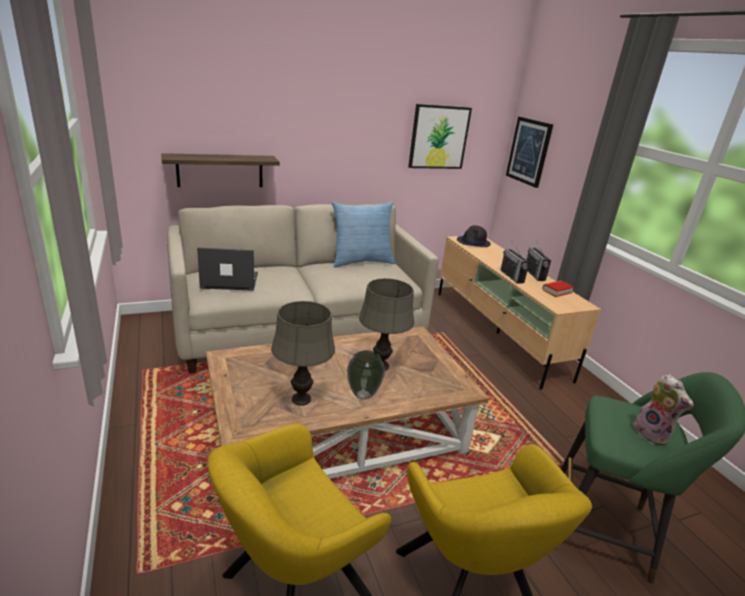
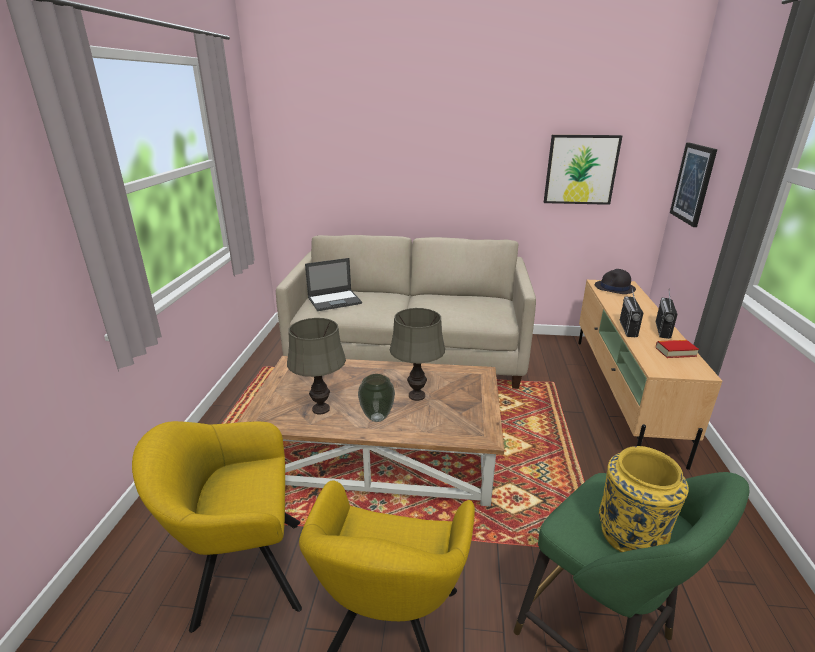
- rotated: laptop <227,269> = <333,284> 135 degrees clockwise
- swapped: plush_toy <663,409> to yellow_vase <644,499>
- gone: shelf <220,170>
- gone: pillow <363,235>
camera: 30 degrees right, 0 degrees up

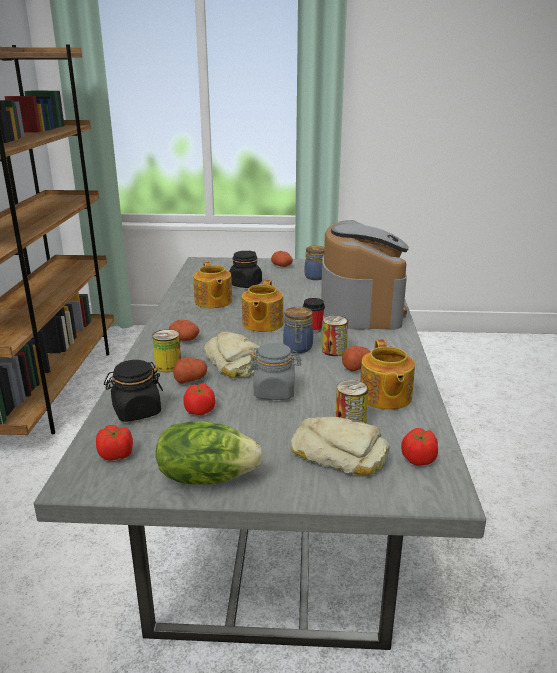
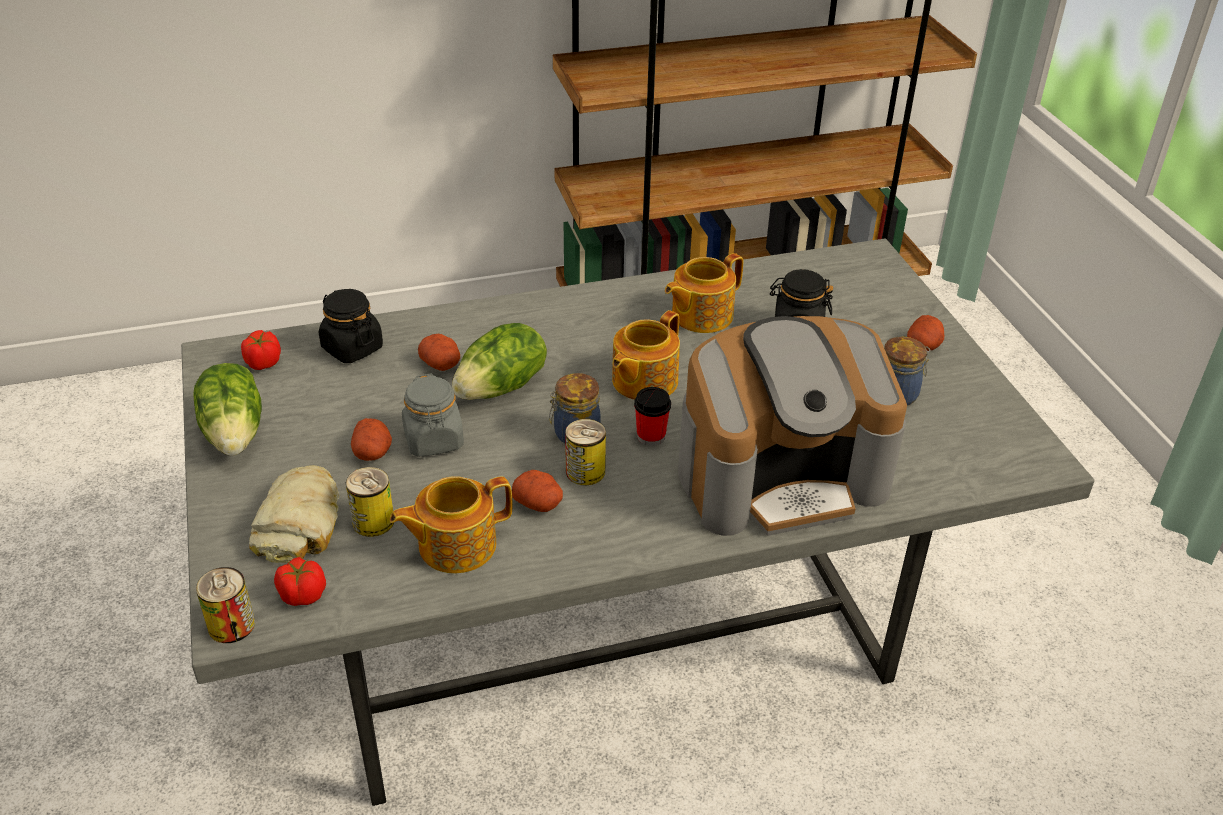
- shifted: can <166,351> to <225,605>
- shifted: potato <184,330> to <371,439>
- swapped: bread <231,355> to lettuce <499,361>
- rotated: teapot <262,306> = <646,355> 45 degrees counterclockwise
- gone: tomato <199,399>
camera: 70 degrees right, 15 degrees up

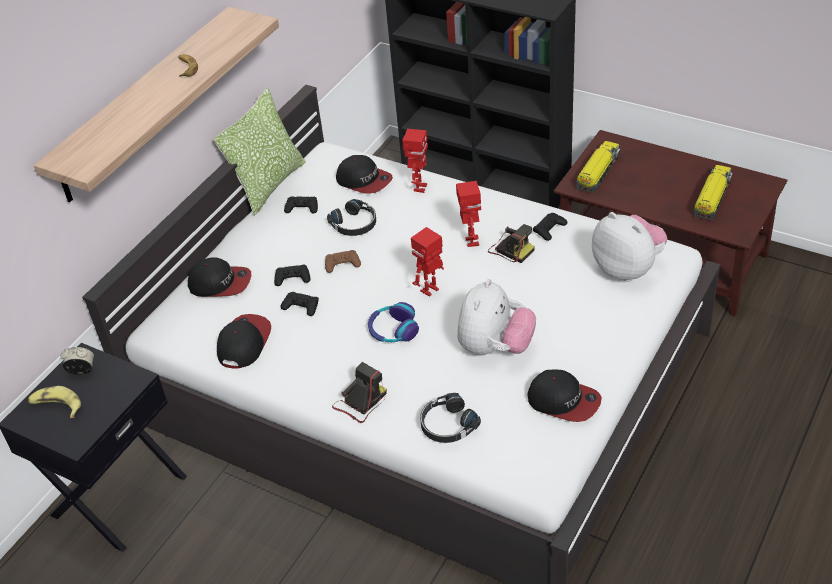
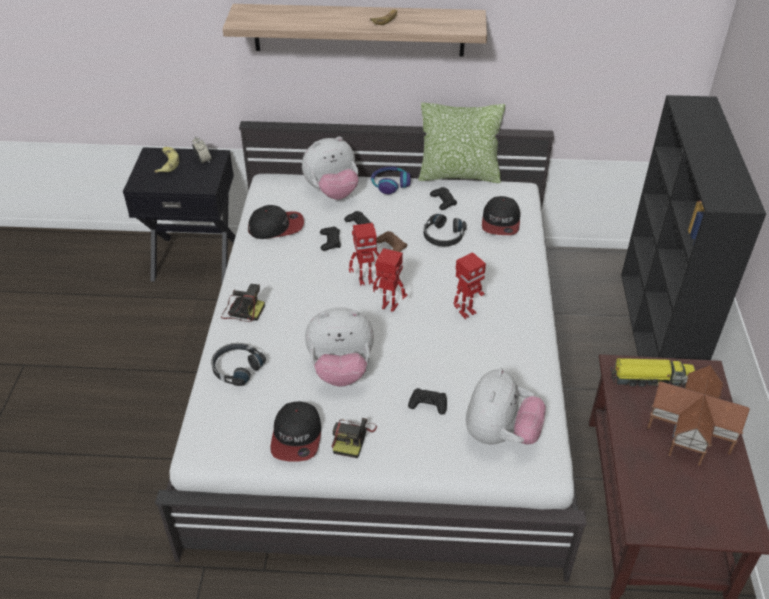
- swapped: cap <219,277> to plush_toy <330,168>
- shifted: photo_camera <511,243> to <354,438>
- shifted: toy_robot <415,161> to <364,254>
- shifted: headphones <393,322> to <391,180>
- shifted: black_game_controller <550,227> to <427,401>
- new: toy_house <698,415>
- gone: toy_truck <713,192>
camera: 60 degrees right, 0 degrees up

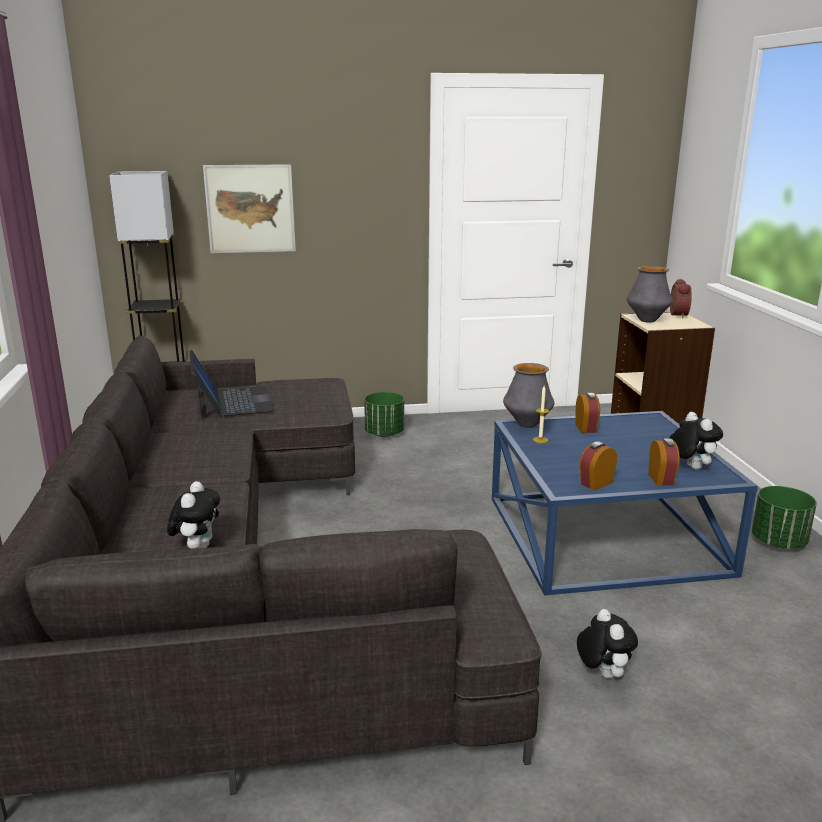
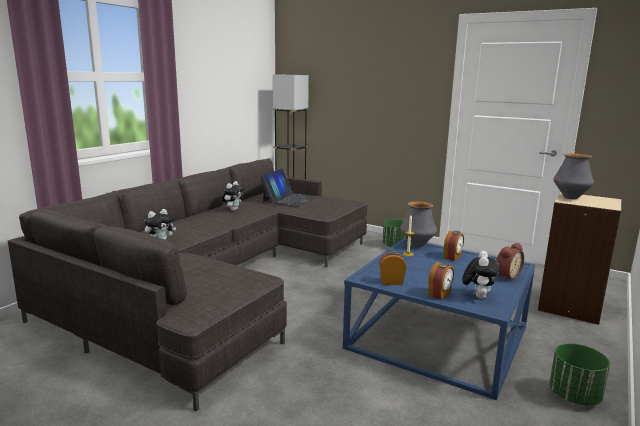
- shifted: plush_toy <607,644> to <232,196>
- shifted: alarm_clock <681,298> to <510,262>
- gone: picture <249,208>
camera: 40 degrees right, 5 degrees down

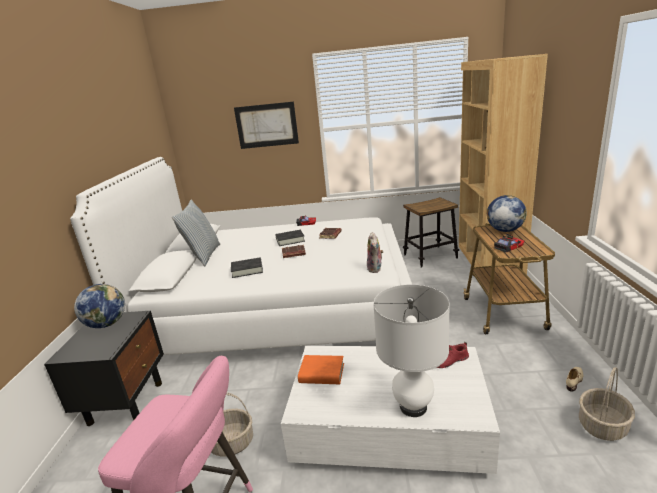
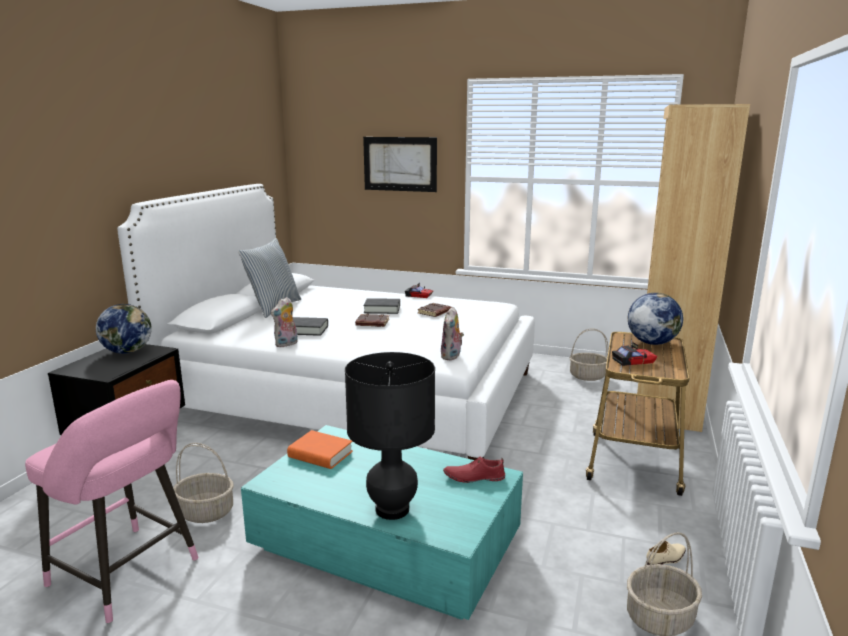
- repainted: white_coffee_table <390,410> to turquoise_coffee_table <382,522>
- new: plush_toy <284,322>
- repainted: white_table_lamp <411,350> to black_table_lamp <390,436>
- swapped: stool <431,232> to basket <589,354>
camera: 15 degrees right, 5 degrees down

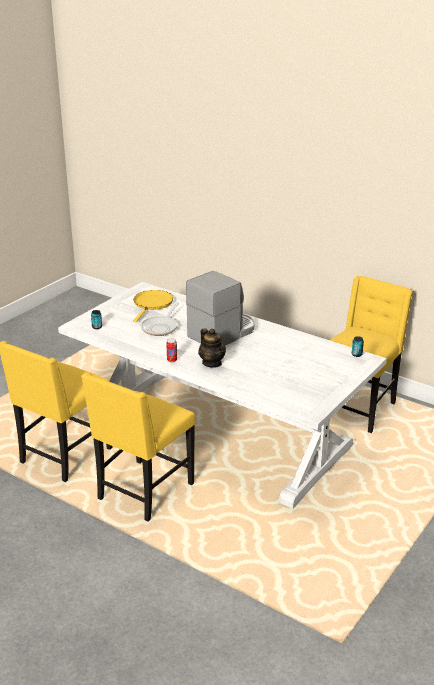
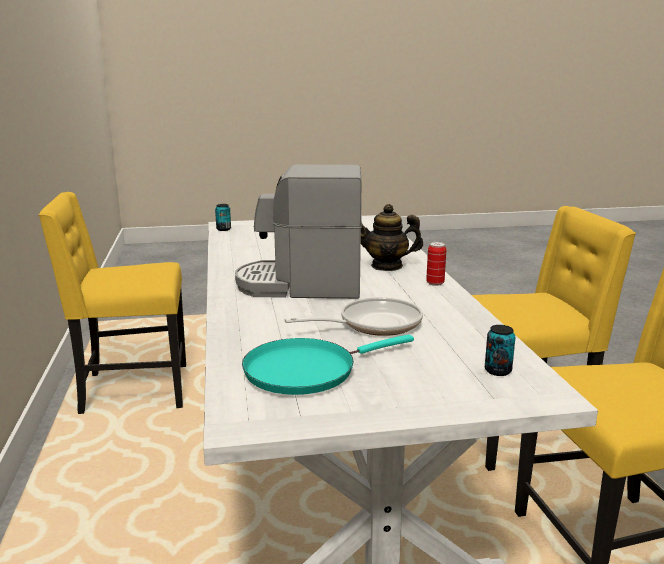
- repainted: yellow_frying_pan <153,306> to turquoise_frying_pan <328,364>
- rotated: teapot <212,348> = <392,237> 105 degrees counterclockwise
camera: 135 degrees left, 10 degrees down

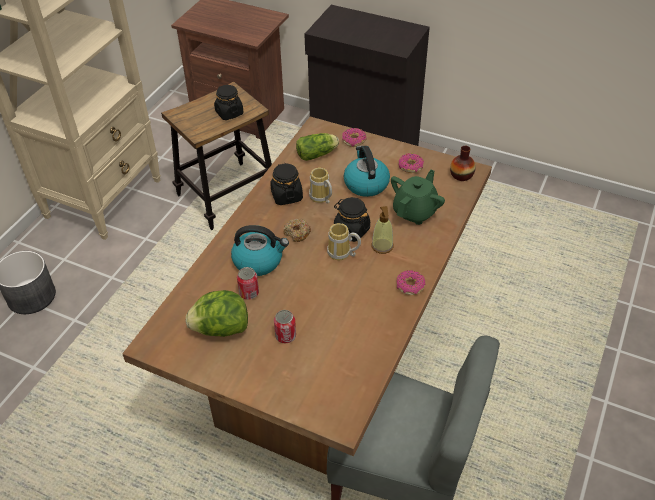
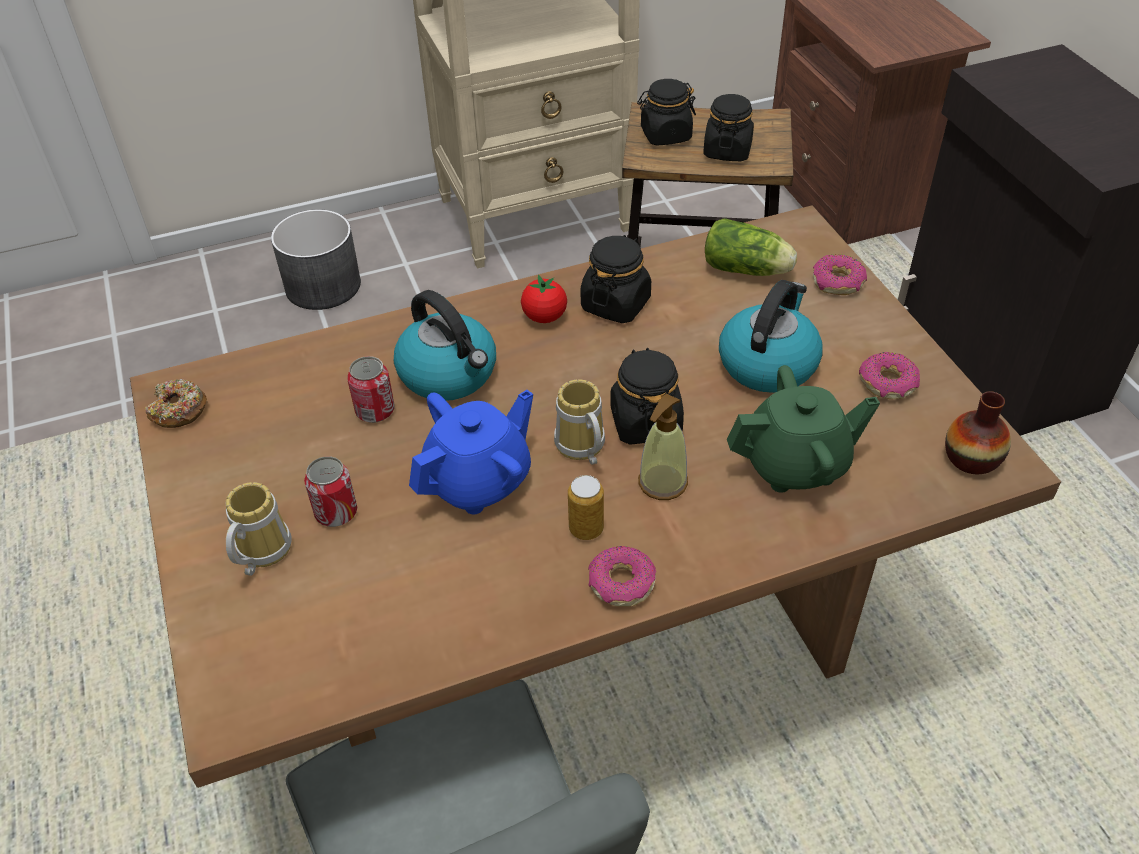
- shifted: donut <297,230> to <176,403>
- shifted: mug <320,186> to <259,529>
- new: blue_teapot <471,452>
- new: tomato <544,299>
- new: can <586,507>
- new: black_jar <666,112>
- gone: lettuce <217,313>
camera: 45 degrees right, 0 degrees up

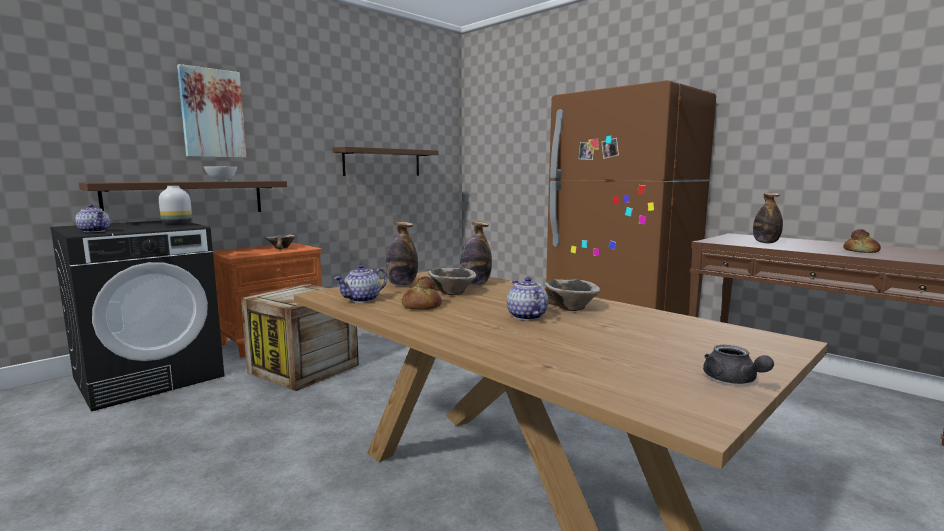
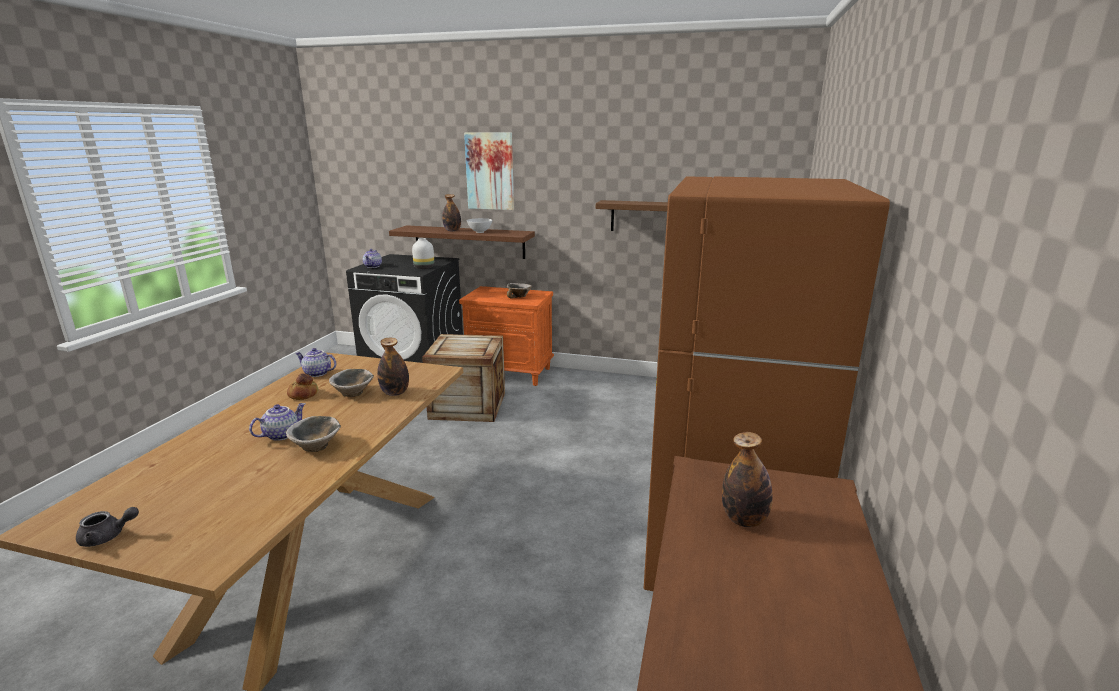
- rotated: grey_teapot <738,364> = <107,527> 150 degrees counterclockwise
- shifted: bottle <402,254> to <451,213>
- gone: bread <862,241>
camera: 60 degrees right, 10 degrees up

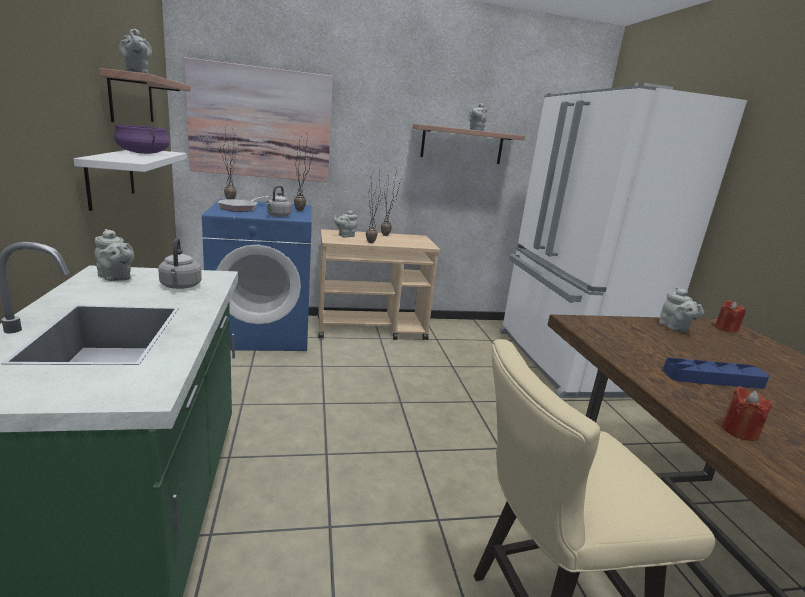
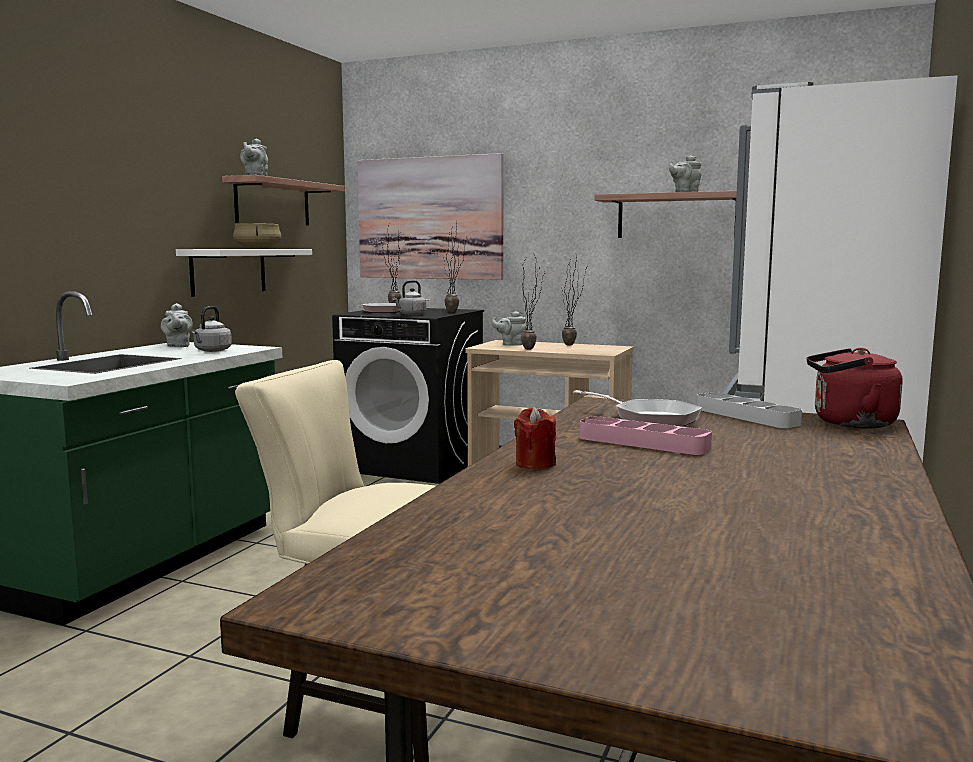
- repainted: purple_cooking_pot <142,139> to beige_cooking_pot <257,236>
- repainted: blue_washing_machine <257,275> to black_washing_machine <408,396>
- new: frying_pan <637,408>
- repainted: blue_tray <716,373> to pink_tray <646,435>
- swapped: grey_teapot <681,309> to grey_tray <749,410>
- swapped: red_candle <730,316> to red_kettle <854,388>
camera: 35 degrees right, 10 degrees down

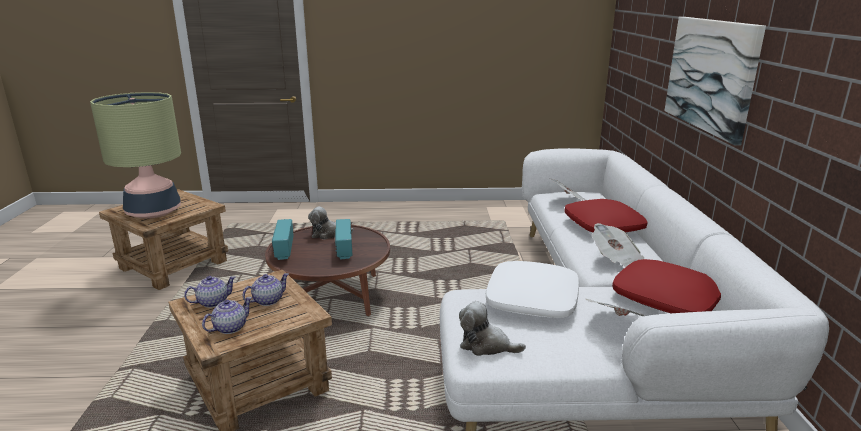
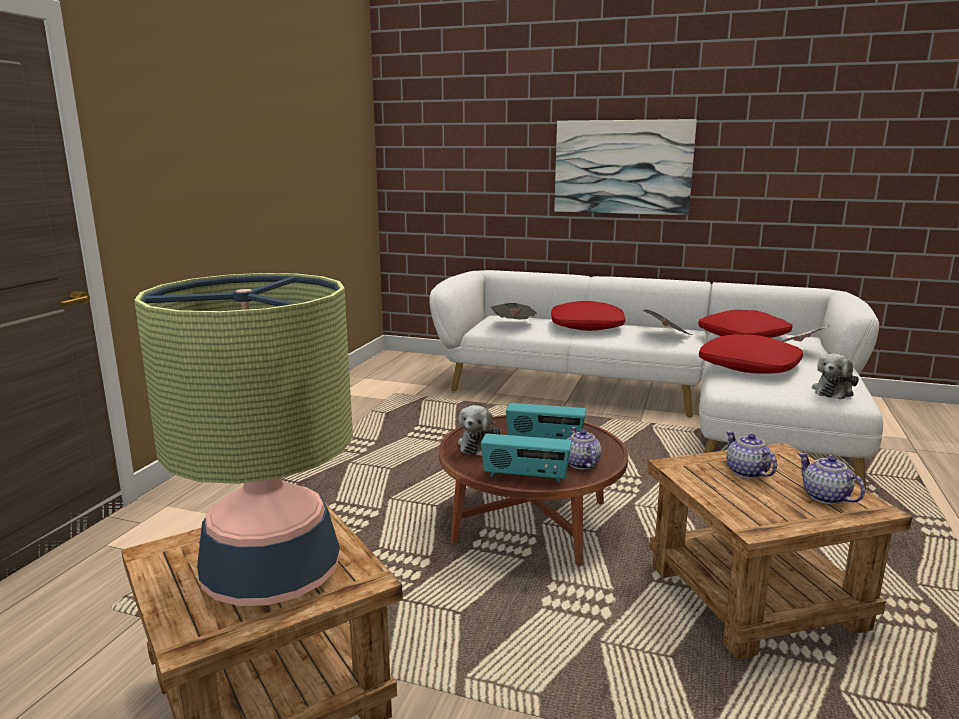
- shifted: teapot <210,292> to <584,448>
- repainted: white_pillow <532,289> to red_pillow <751,354>
camera: 70 degrees left, 5 degrees down

